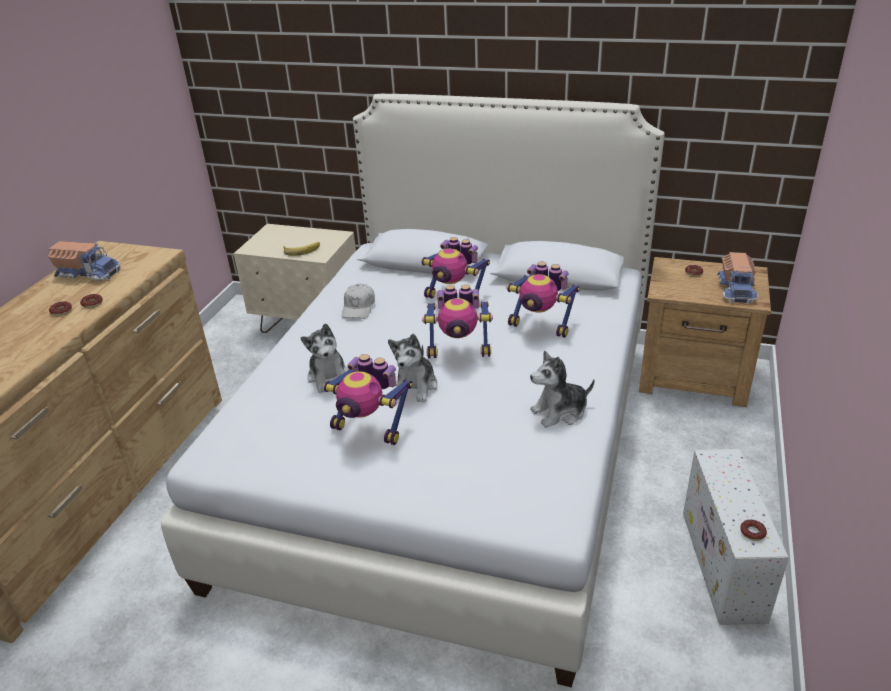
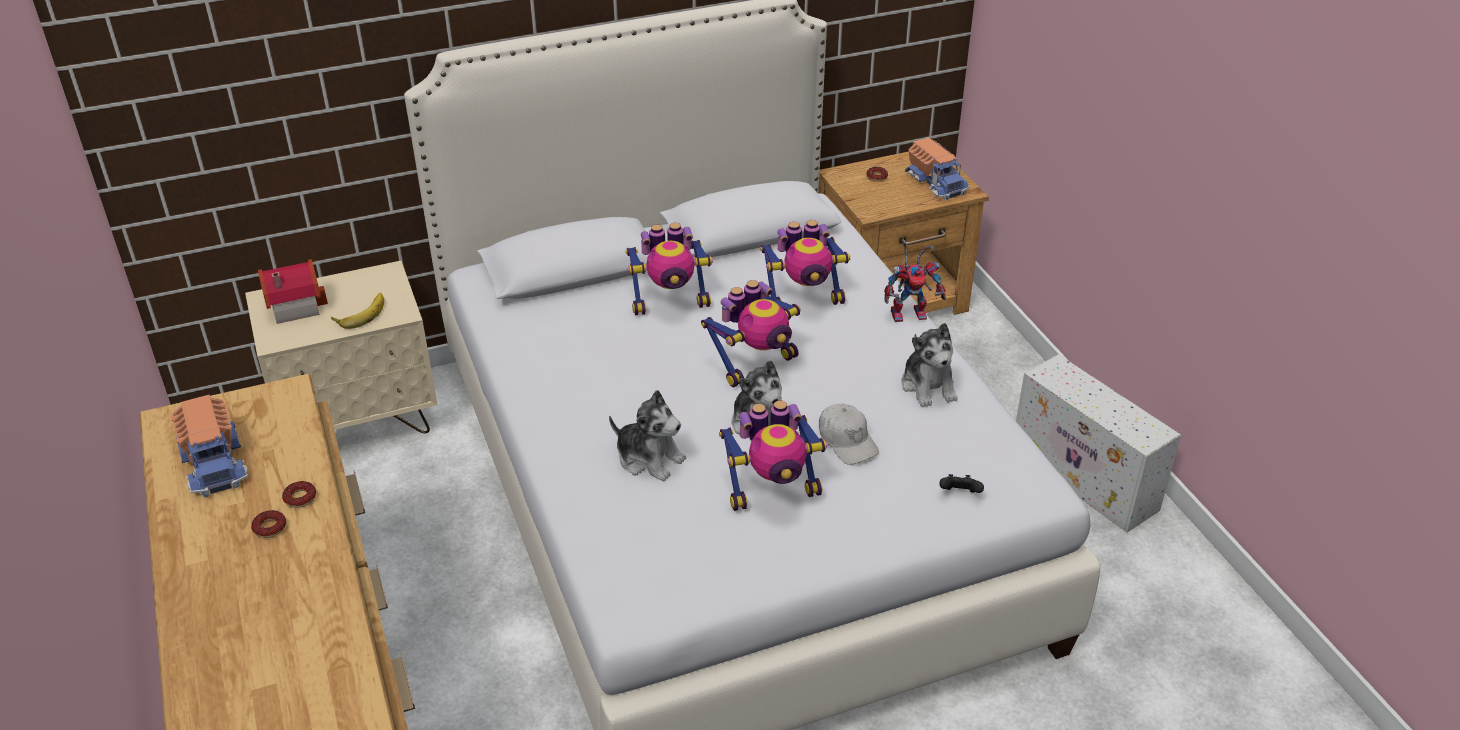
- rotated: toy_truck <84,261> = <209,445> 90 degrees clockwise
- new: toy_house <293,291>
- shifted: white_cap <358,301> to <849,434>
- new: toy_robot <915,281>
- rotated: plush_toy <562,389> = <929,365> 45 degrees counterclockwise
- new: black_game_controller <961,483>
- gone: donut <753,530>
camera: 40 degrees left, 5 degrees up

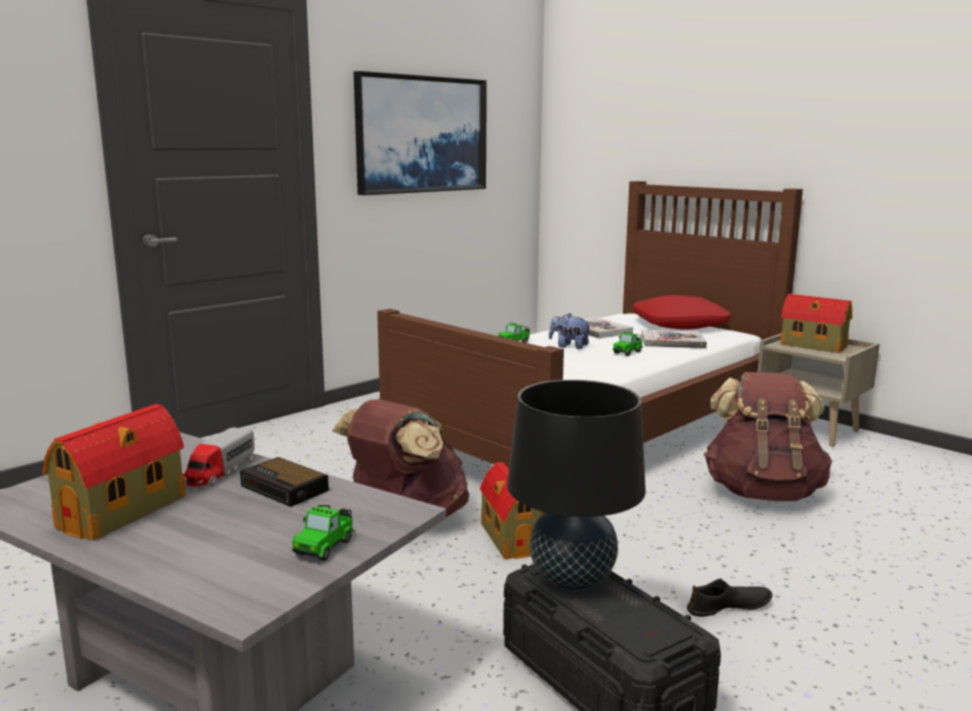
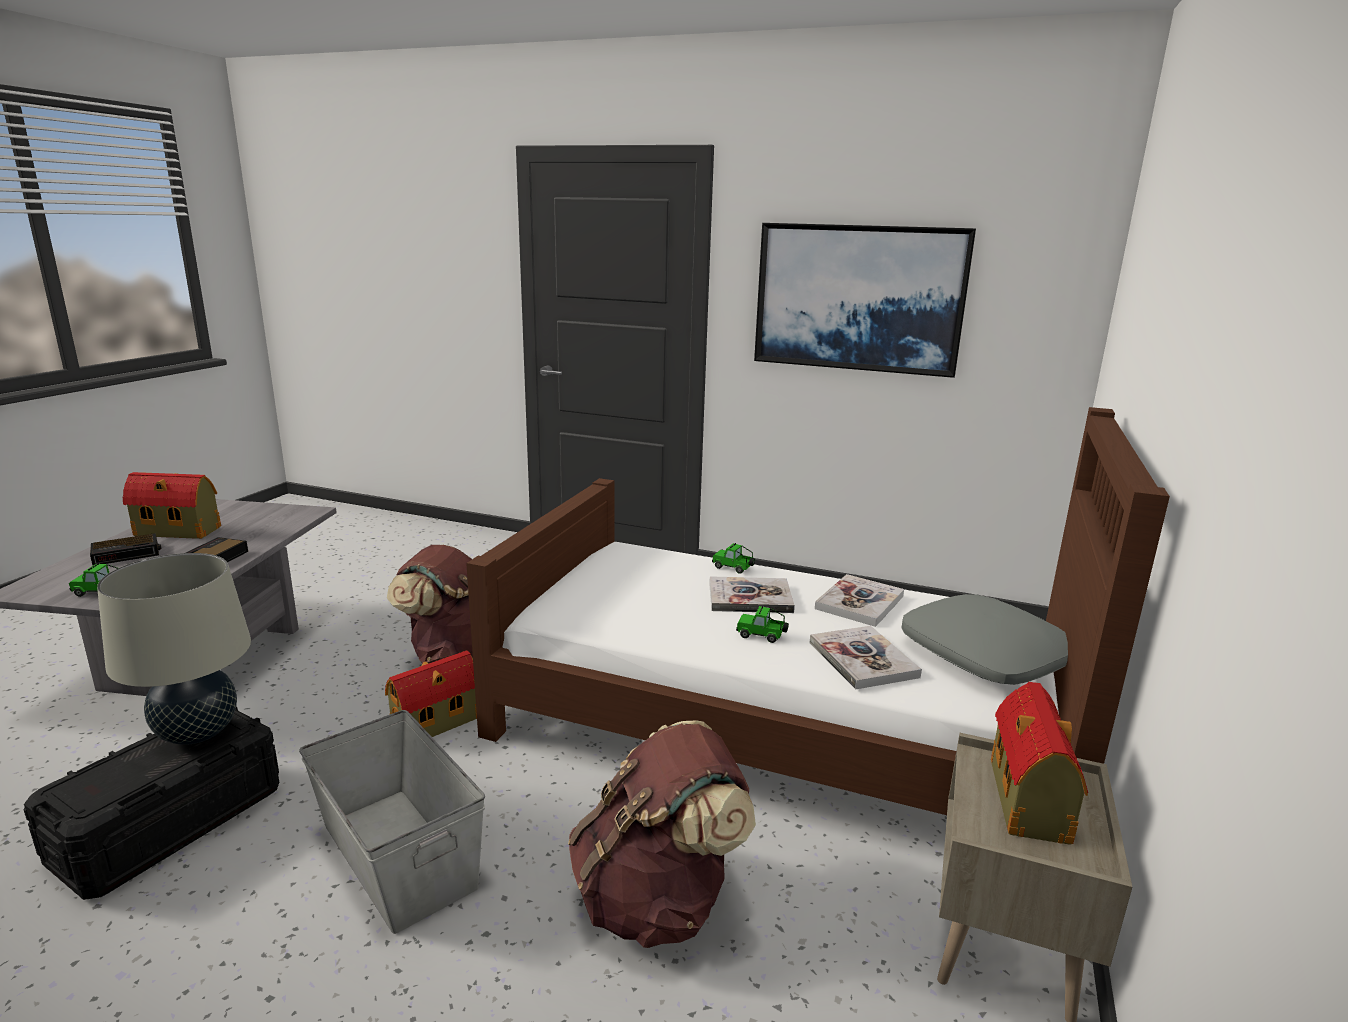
- new: alarm_clock <126,549>
- repainted: black_table_lamp <576,485> to beige_table_lamp <174,649>
- new: grey_storage_box <392,822>
- swapped: plush_toy <570,331> to book <752,594>
- repainted: red_pillow <682,312> to grey_pillow <985,639>
- gone: toy_truck <219,457>
- gone: black_shoe <729,598>
camera: 65 degrees right, 5 degrees up

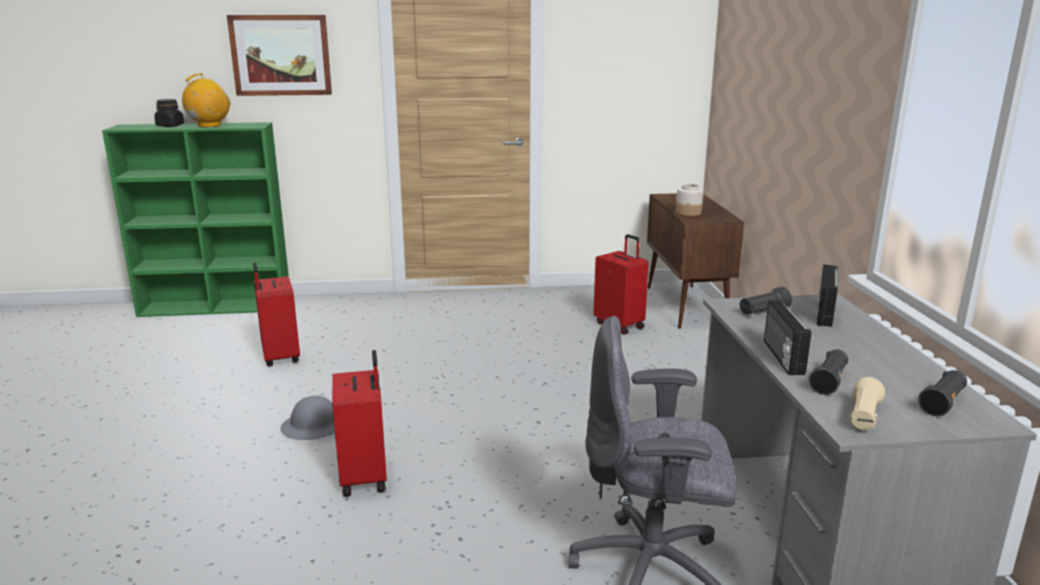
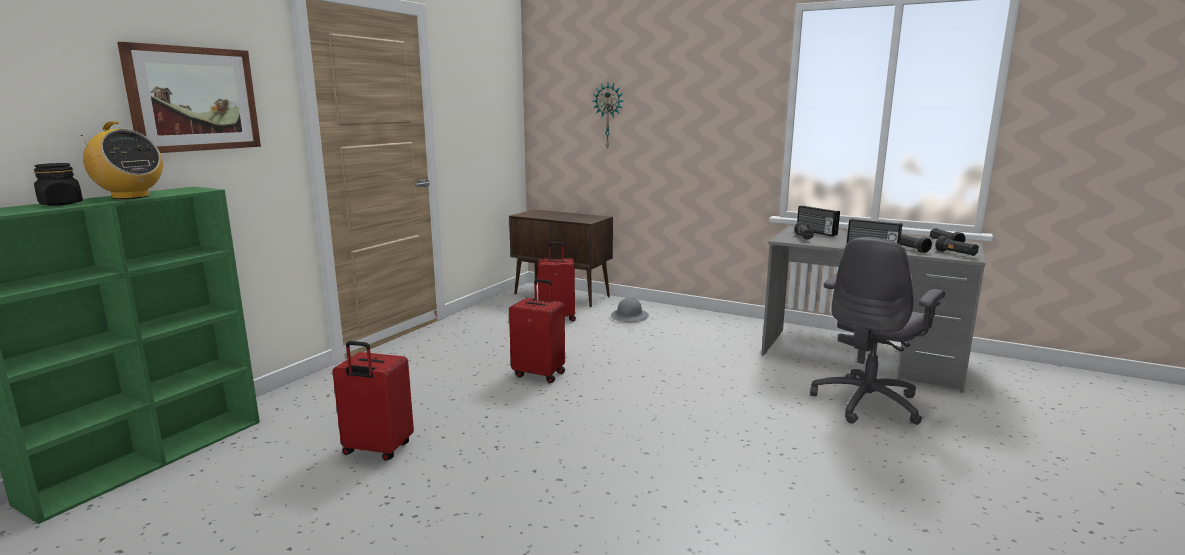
- rotated: radio <206,100> = <122,160> 135 degrees clockwise
- shifted: red_suitcase <359,423> to <537,331>
- new: wall_clock <608,116>
- shifted: grey_hard_hat <307,418> to <630,309>
- repainted: beige_flashlight <867,403> to black_flashlight <957,246>
- gone: jar <689,200>
camera: 55 degrees left, 5 degrees down

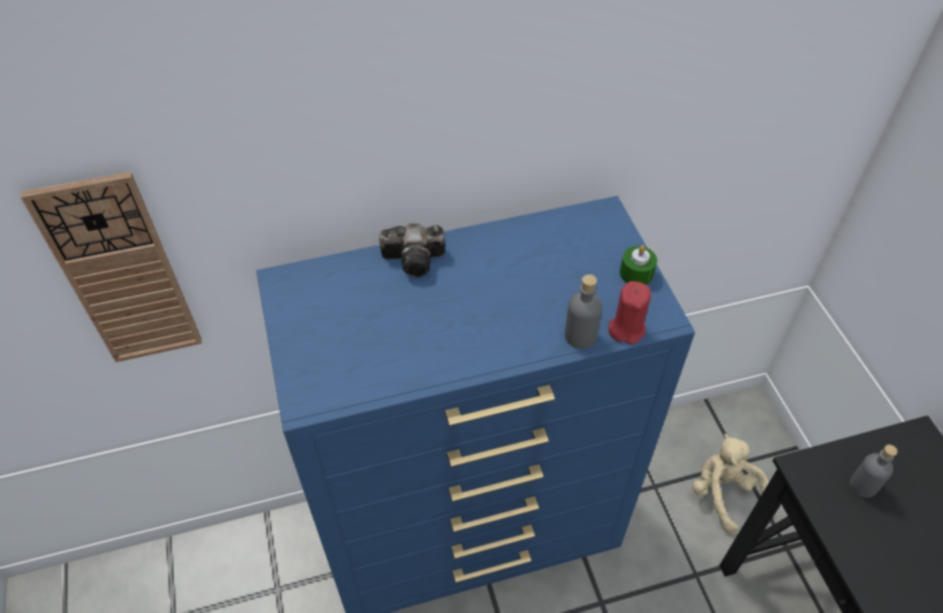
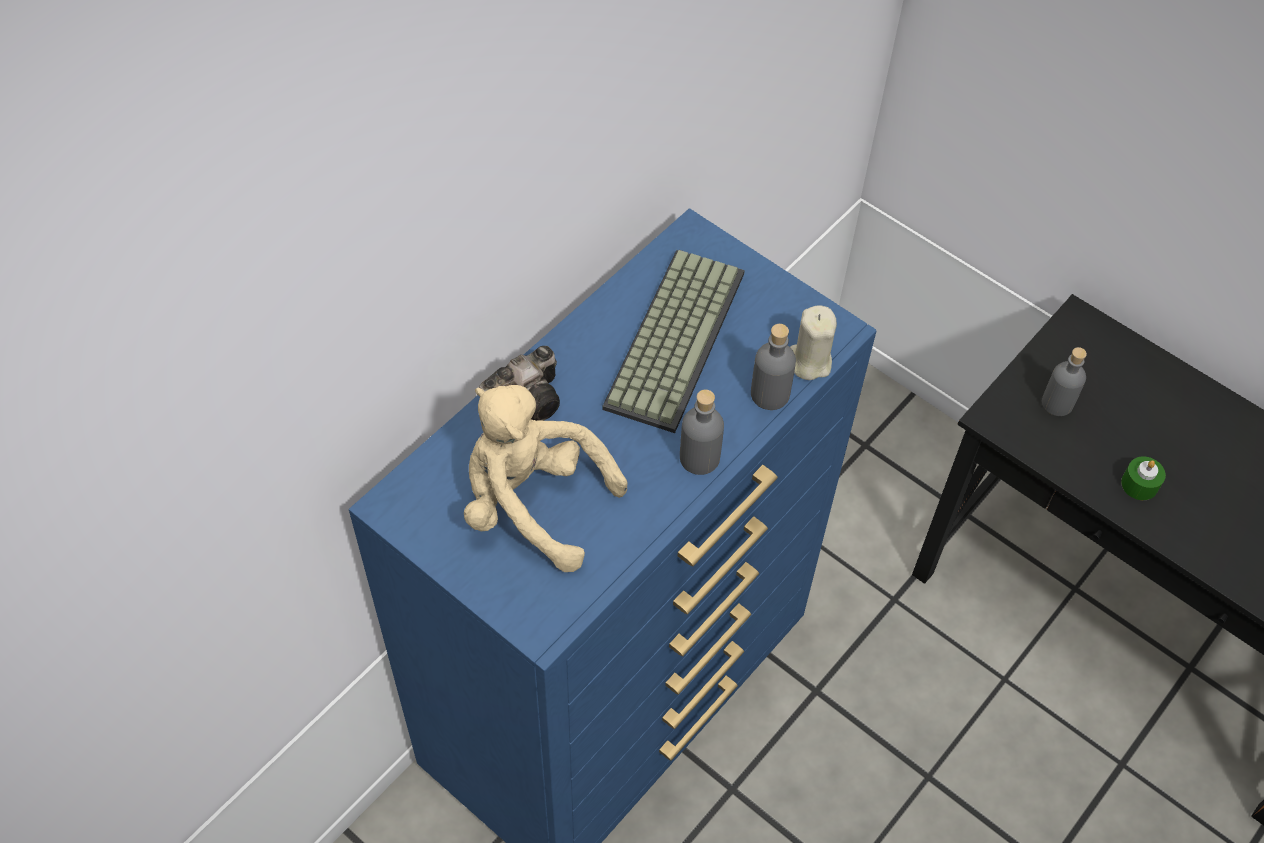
- shifted: beige_plush_toy <730,484> to <546,478>
- new: keyboard <674,341>
- new: grey_bottle <702,432>
- repainted: red_candle <629,312> to beige_candle <813,342>
- shifted: green_candle <638,265> to <1143,478>
- gone: wall_clock <111,267>
camera: 35 degrees left, 5 degrees up

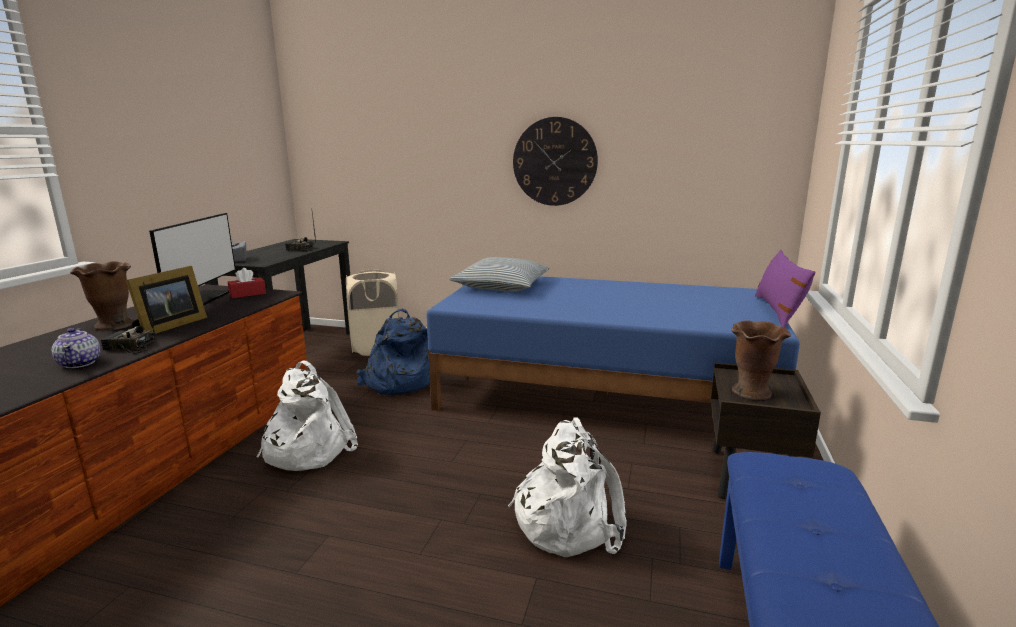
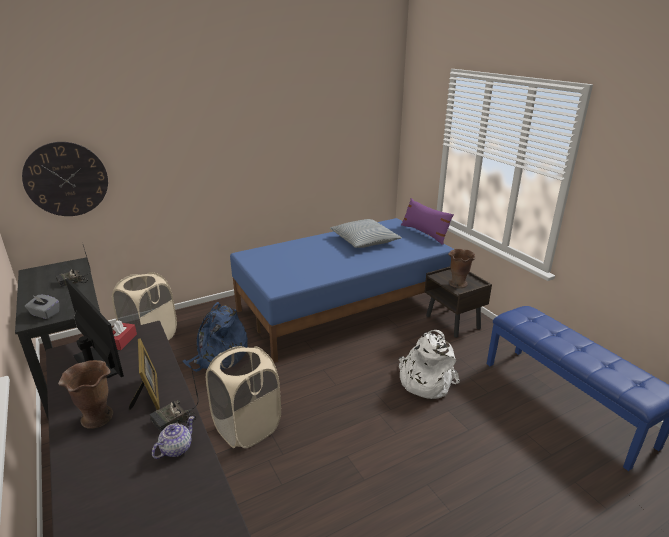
- shifted: wall_clock <555,161> to <65,179>
- rotated: teapot <76,348> = <173,437> 75 degrees counterclockwise
- swapped: white_backpack <307,416> to beige_laundry_basket <243,397>
- shifted: pillow <499,274> to <366,233>
camera: 45 degrees left, 10 degrees up

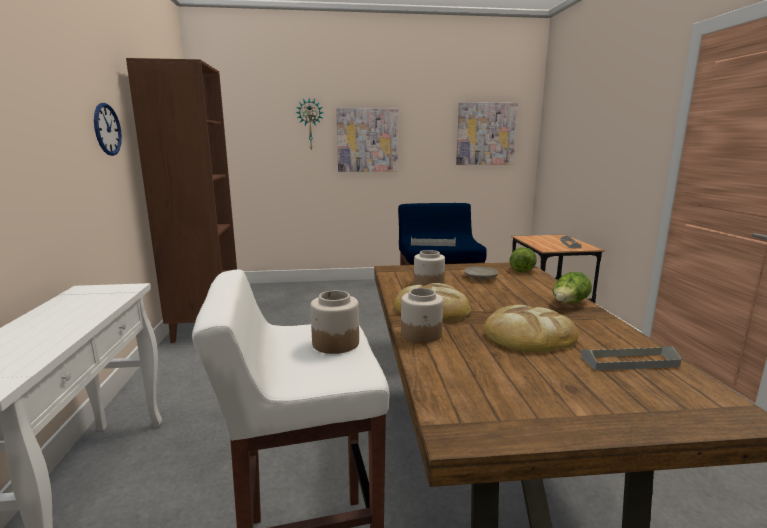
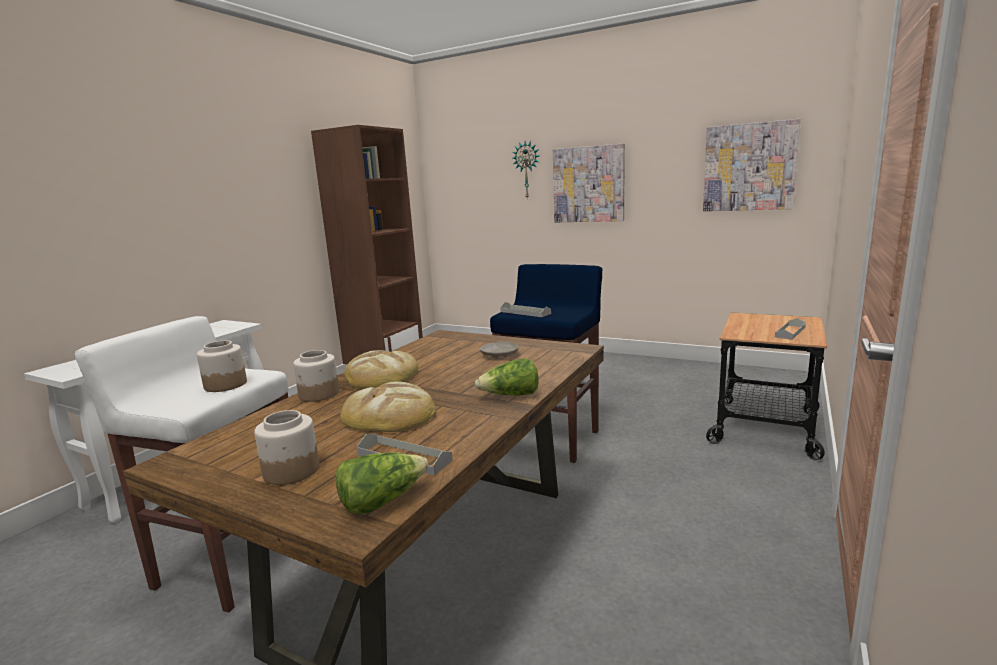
- shifted: jar <429,268> to <286,447>
- shifted: lettuce <523,260> to <382,483>
- gone: wall_clock <108,129>
camera: 35 degrees right, 0 degrees up

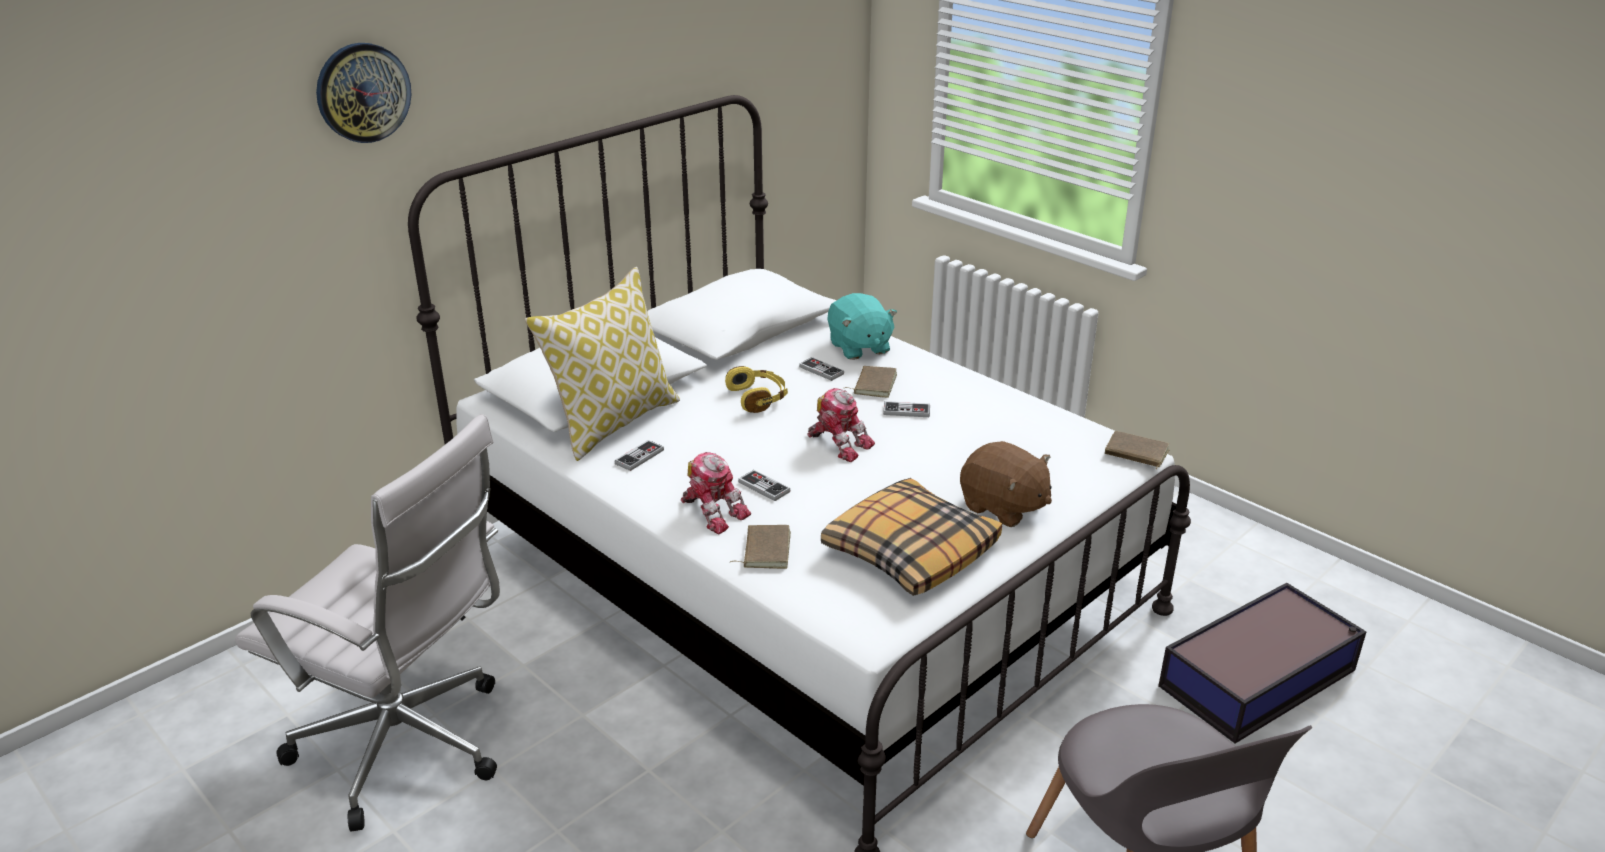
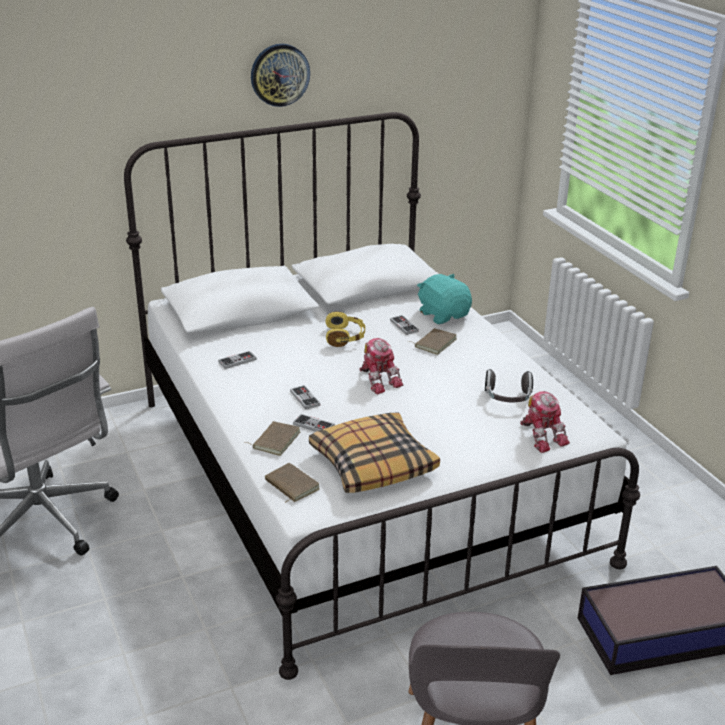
- shifted: wall_clock <363,93> to <280,75>
- shifted: brown_book <1137,450> to <292,483>
- shifted: game_controller <906,409> to <314,423>
- rotated: turquoise_plush_toy <862,326> = <444,299> 150 degrees clockwise
- new: headphones <509,386>
- shifted: toy_robot <716,493> to <545,422>
- gone: pillow <602,364>
- gone: brown_plush_toy <1006,484>
camera: 20 degrees right, 0 degrees up

